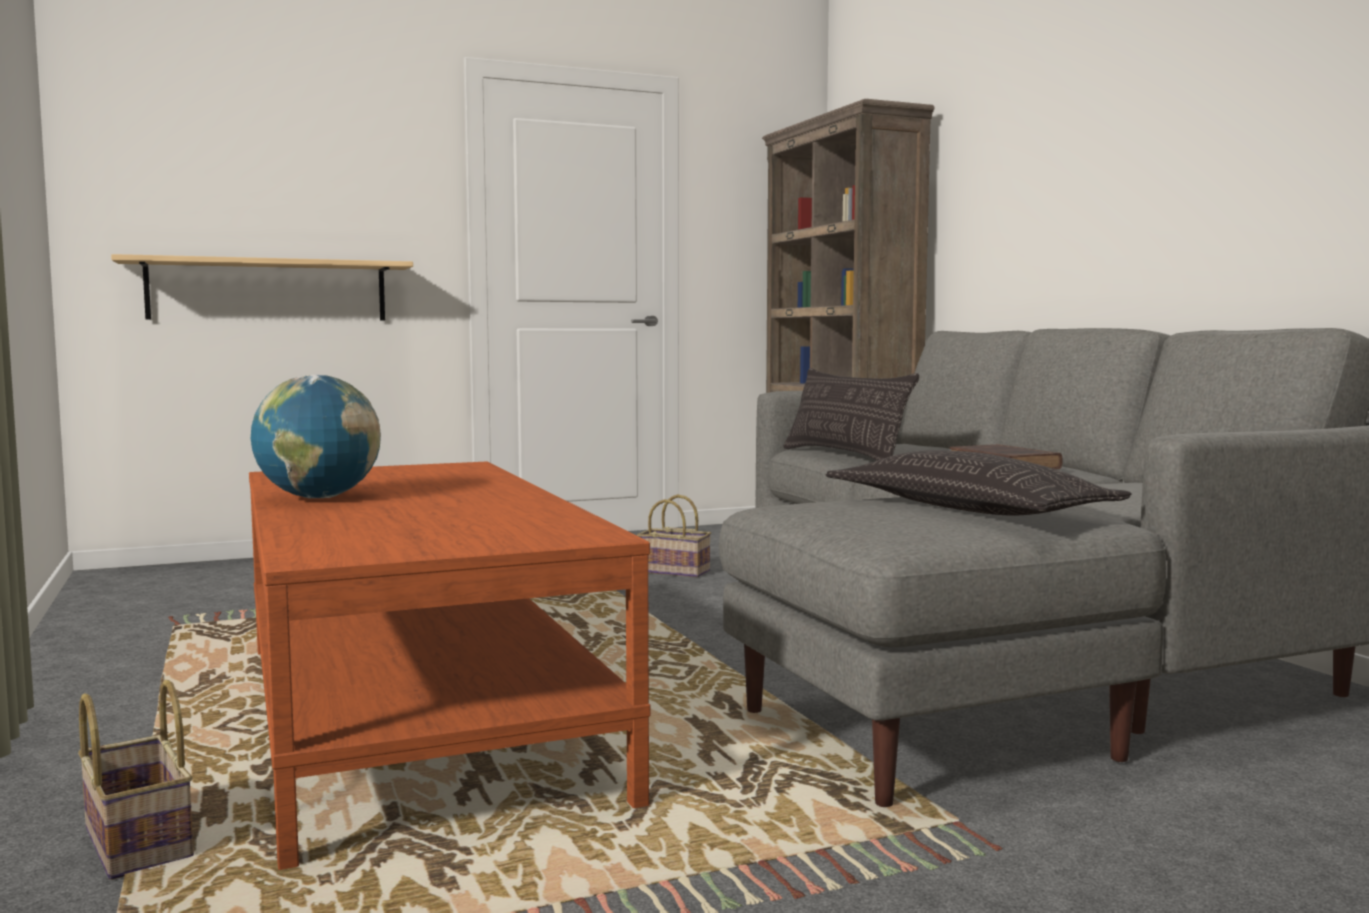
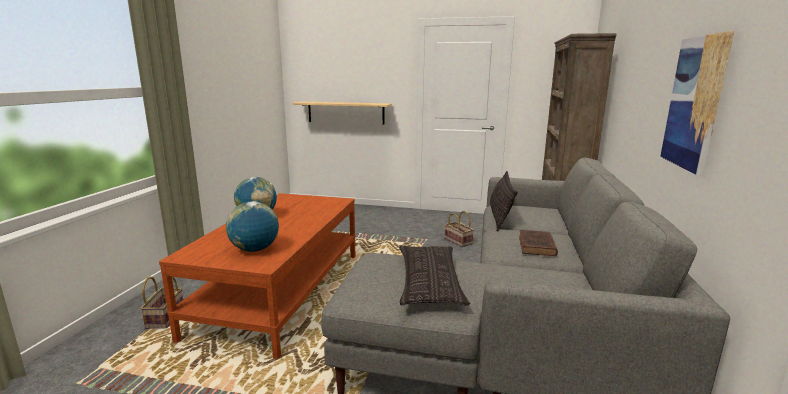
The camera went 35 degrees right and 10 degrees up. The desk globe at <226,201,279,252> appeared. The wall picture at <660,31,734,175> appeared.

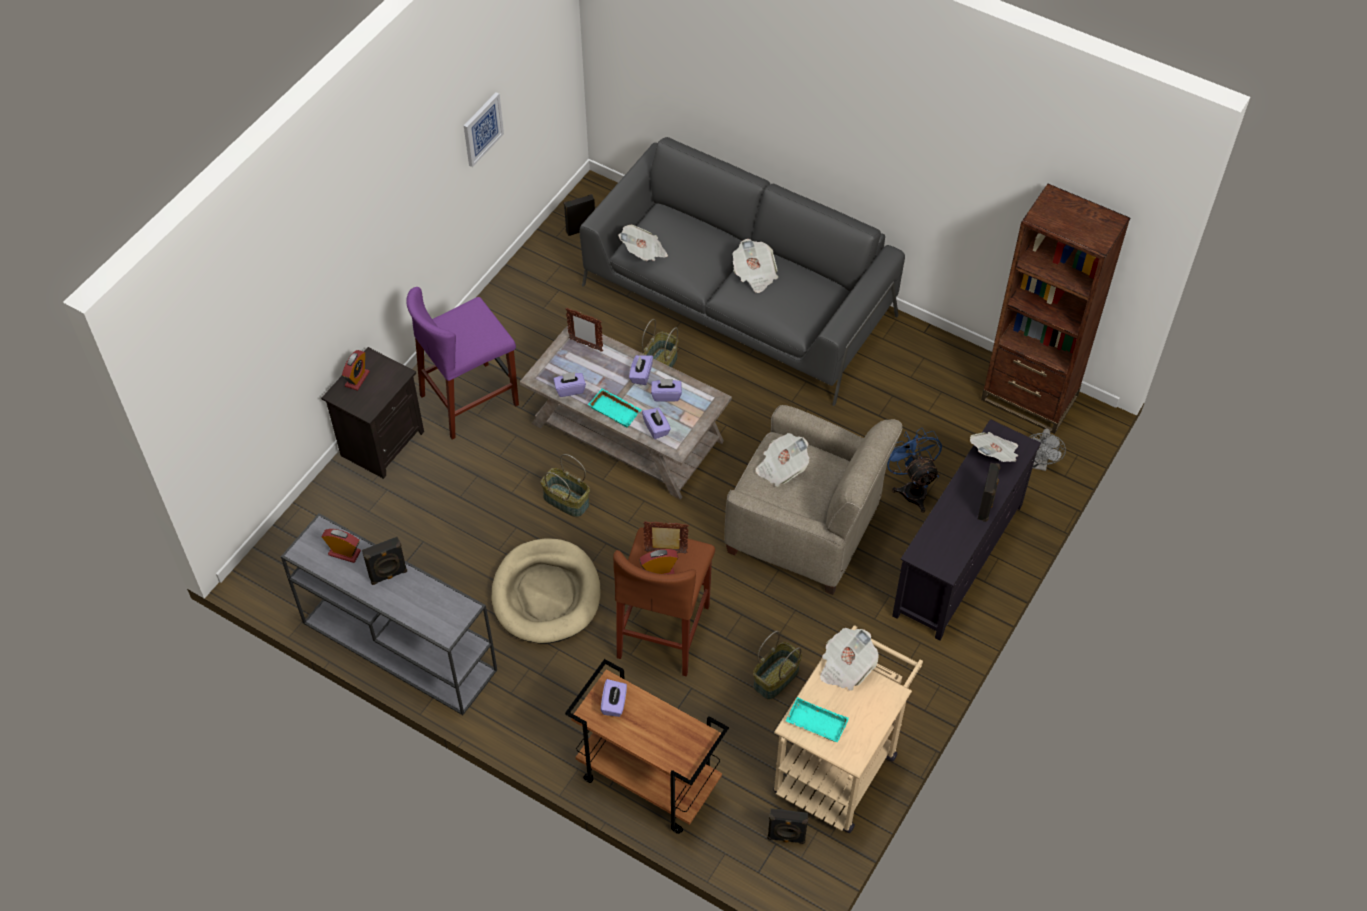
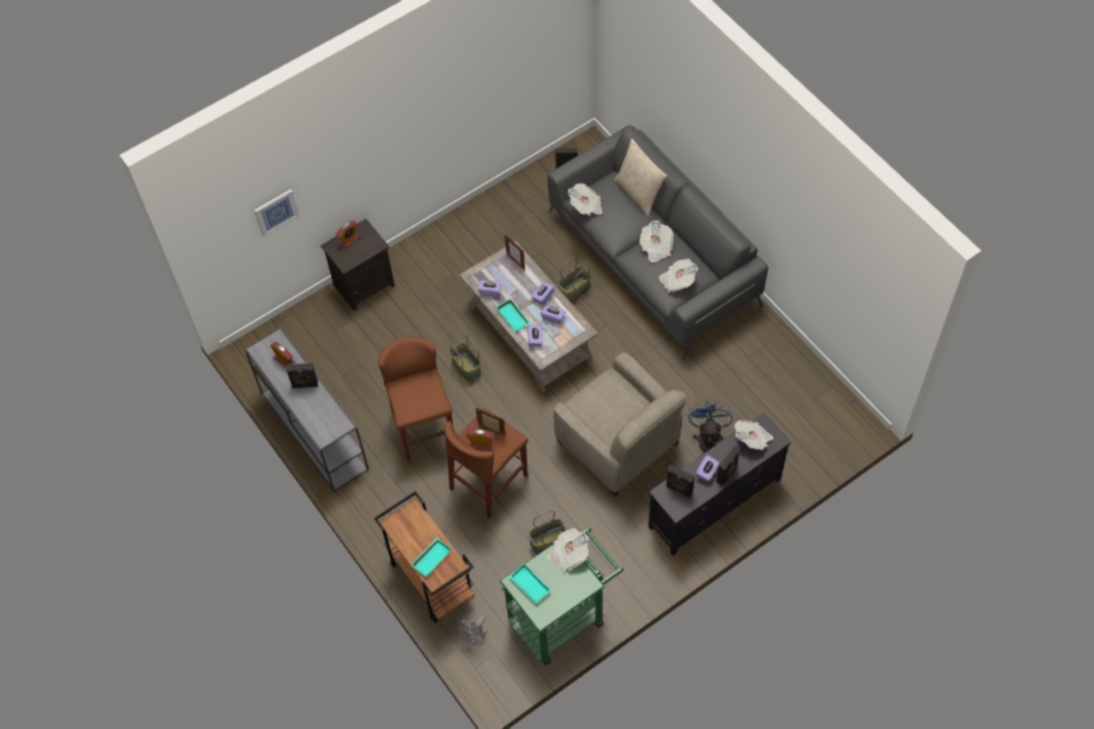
The camera went 25 degrees right and 5 degrees up. The sitting stool (purple) at <406,287,519,440> disappeared. The shelving unit (brownish) at <981,184,1130,434> disappeared. The serving tray (turquoise-coloured) at <411,538,452,577> appeared. The pillow (beige) at <614,139,667,217> appeared. The wall picture moved from <464,92,504,167> to <254,189,299,237>. The tissue holder (purple) moved from <601,679,627,717> to <696,455,719,482>. The daily paper moved from <755,433,810,487> to <659,259,698,292>. The audio speaker (black-coloured) moved from <767,808,808,844> to <666,464,695,498>. The electric fan (gray) moved from <1029,428,1066,471> to <457,615,487,646>. The dog bed (beige) at <491,538,601,644> was replaced by the sitting stool (brownish) at <378,337,453,461>. The cart (beige) at <773,625,923,833> became the cart (green) at <500,527,624,665>.

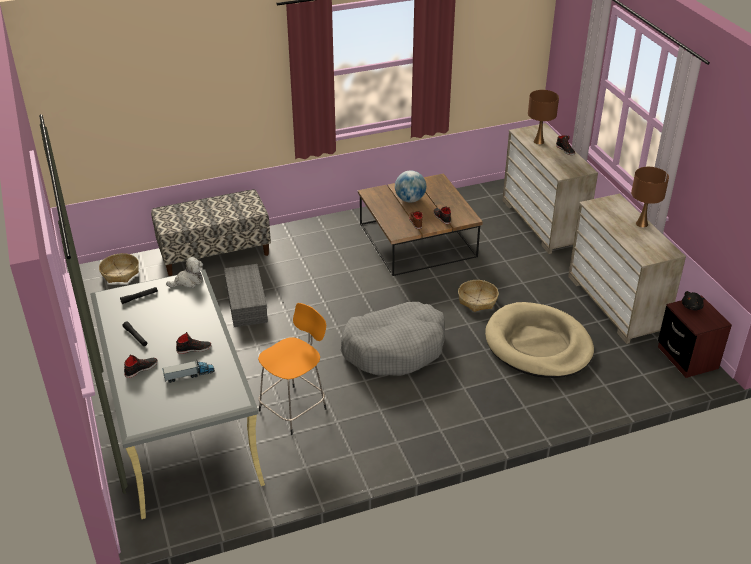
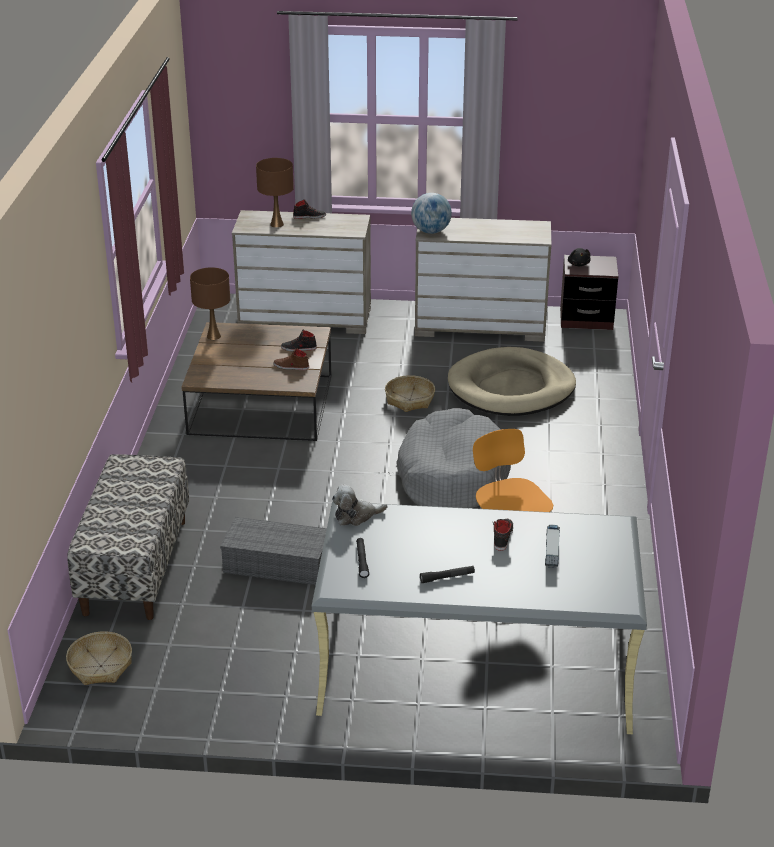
The camera went 65 degrees left and 5 degrees down. The shoe (black-coloured) at <124,354,158,378> disappeared. The desk globe moved from <395,171,426,202> to <411,193,452,234>. The tabletop lamp (brownish) moved from <631,167,669,228> to <190,267,230,340>. The plush toy at <166,257,203,288> turned 105 degrees counterclockwise.

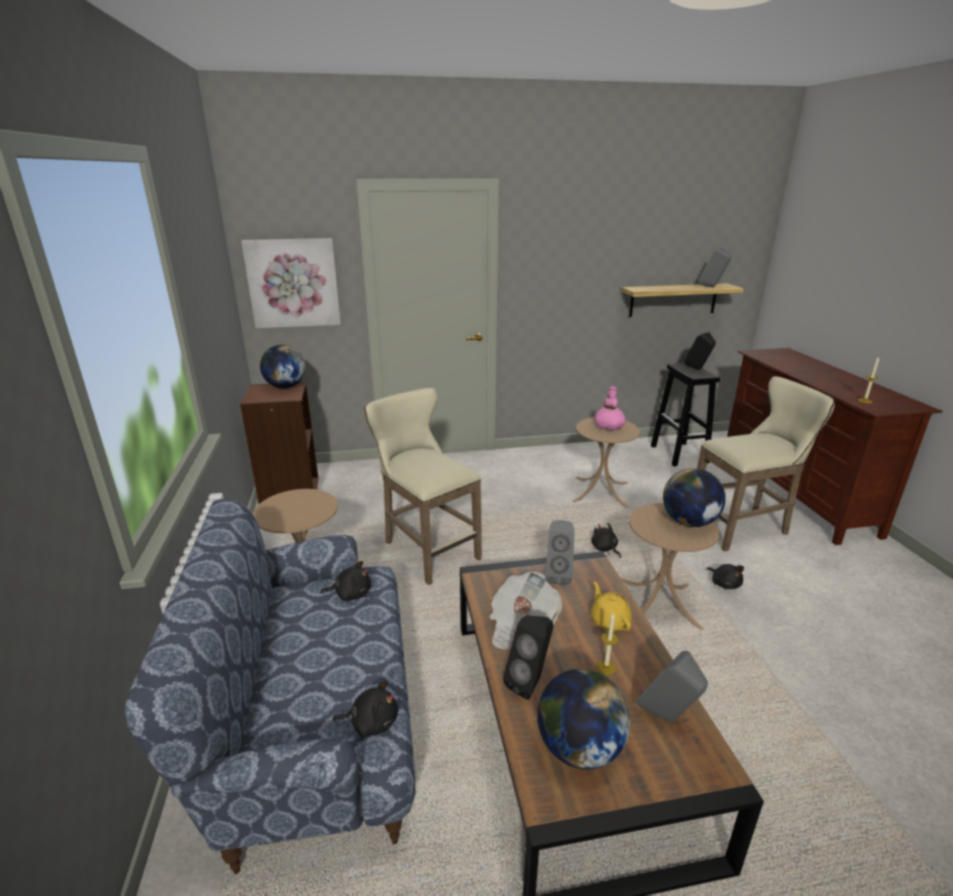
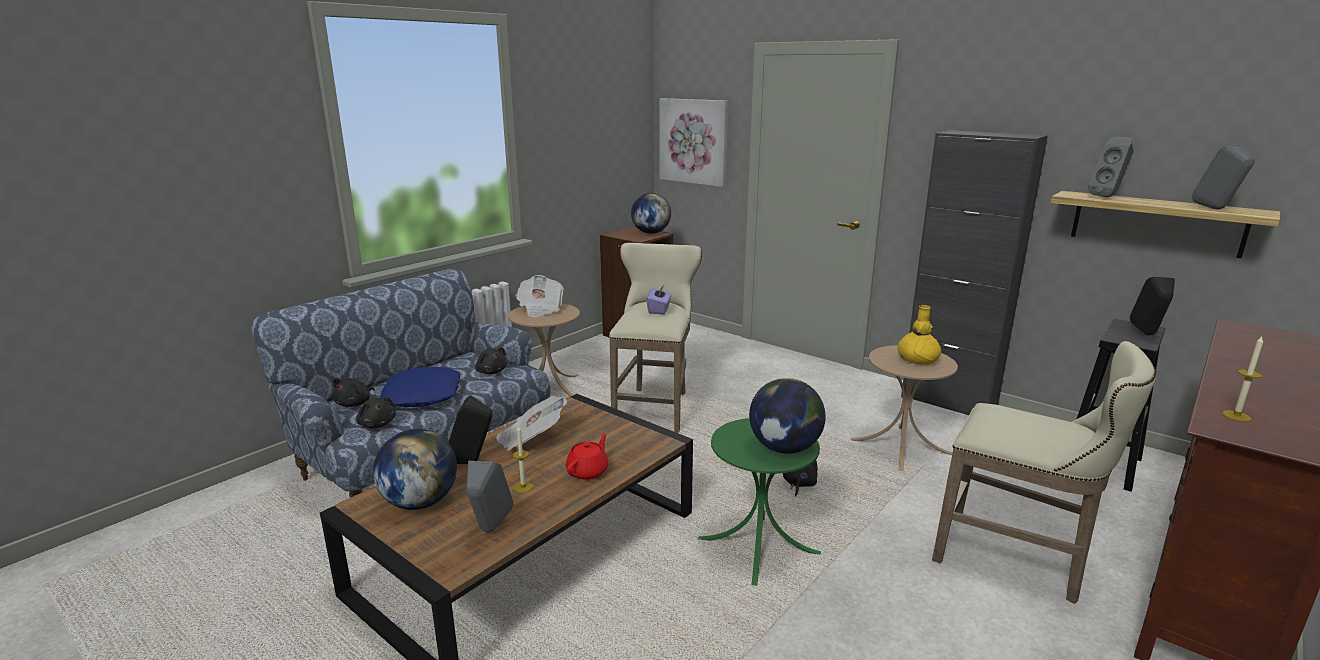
The camera went 50 degrees right and 5 degrees down. The pillow (blue) at <380,367,460,407> appeared. The daily paper at <516,275,564,317> appeared. The tissue holder (purple) at <646,285,672,314> appeared. The cabinet (black-coloured) at <901,130,1048,415> appeared. The audio speaker (gray) moved from <545,520,574,585> to <1088,137,1134,198>. The plush toy (black-coloured) moved from <707,564,744,589> to <333,378,375,407>. The pot for tea (yellow-coloured) at <591,582,632,631> became the pot for tea (reddish) at <566,434,608,480>. The vase (pink-coloured) at <594,386,626,431> became the vase (yellow-coloured) at <898,305,941,365>. The end table (beige) at <621,503,719,630> became the end table (green) at <698,418,821,586>.

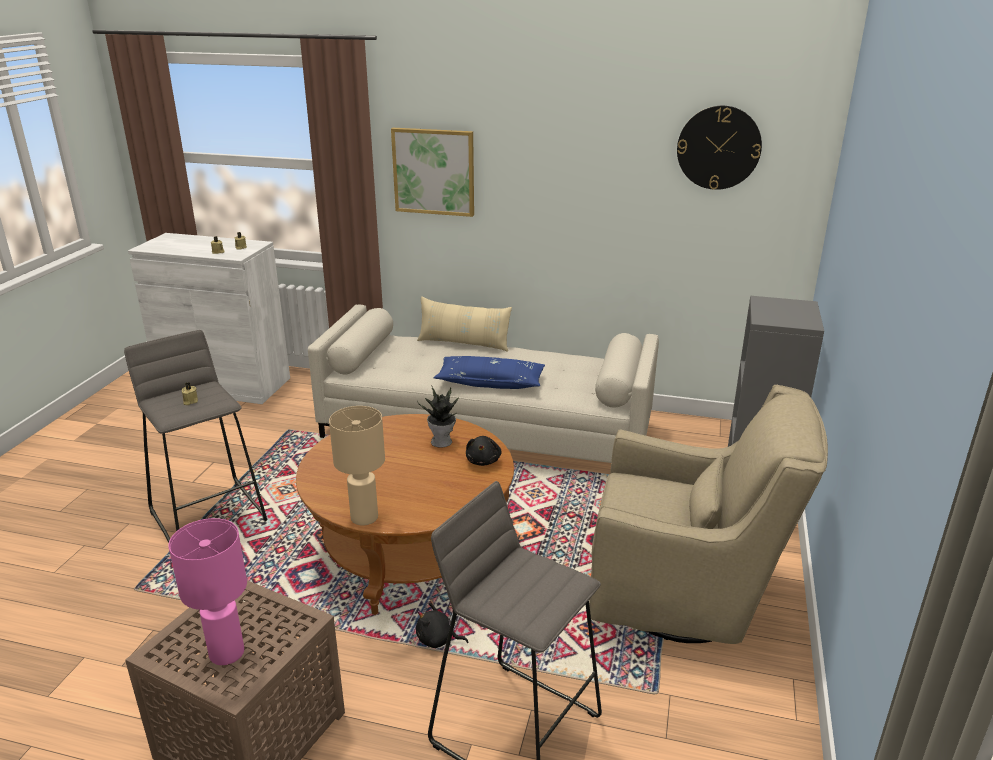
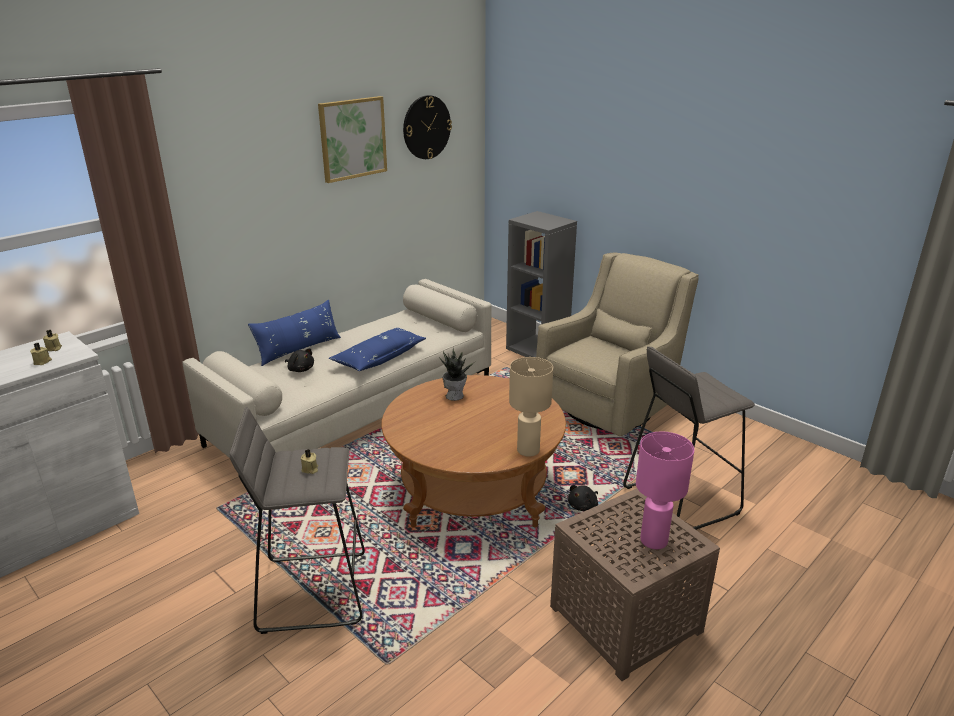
The camera went 60 degrees left and 0 degrees up. The wall picture moved from <391,128,474,217> to <318,96,387,183>. The plush toy (black-coloured) moved from <466,436,502,466> to <285,348,314,372>. The pillow (beige) at <417,296,512,351> became the pillow (blue) at <248,300,341,366>.

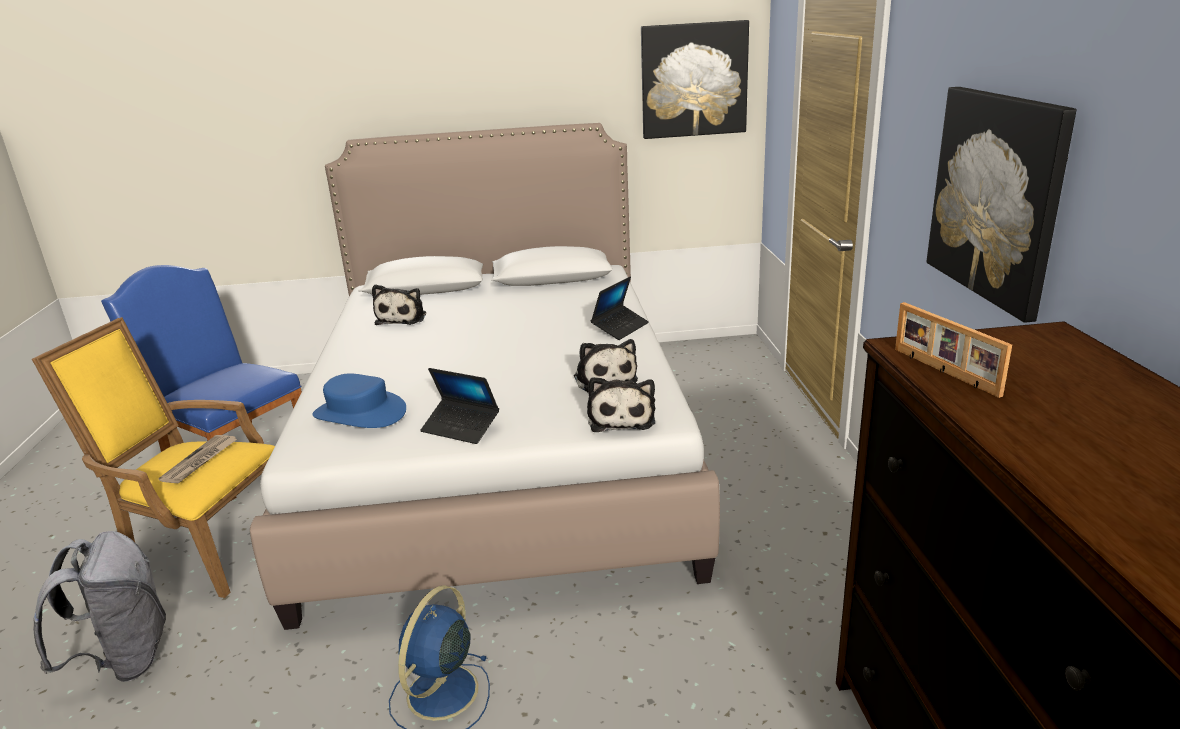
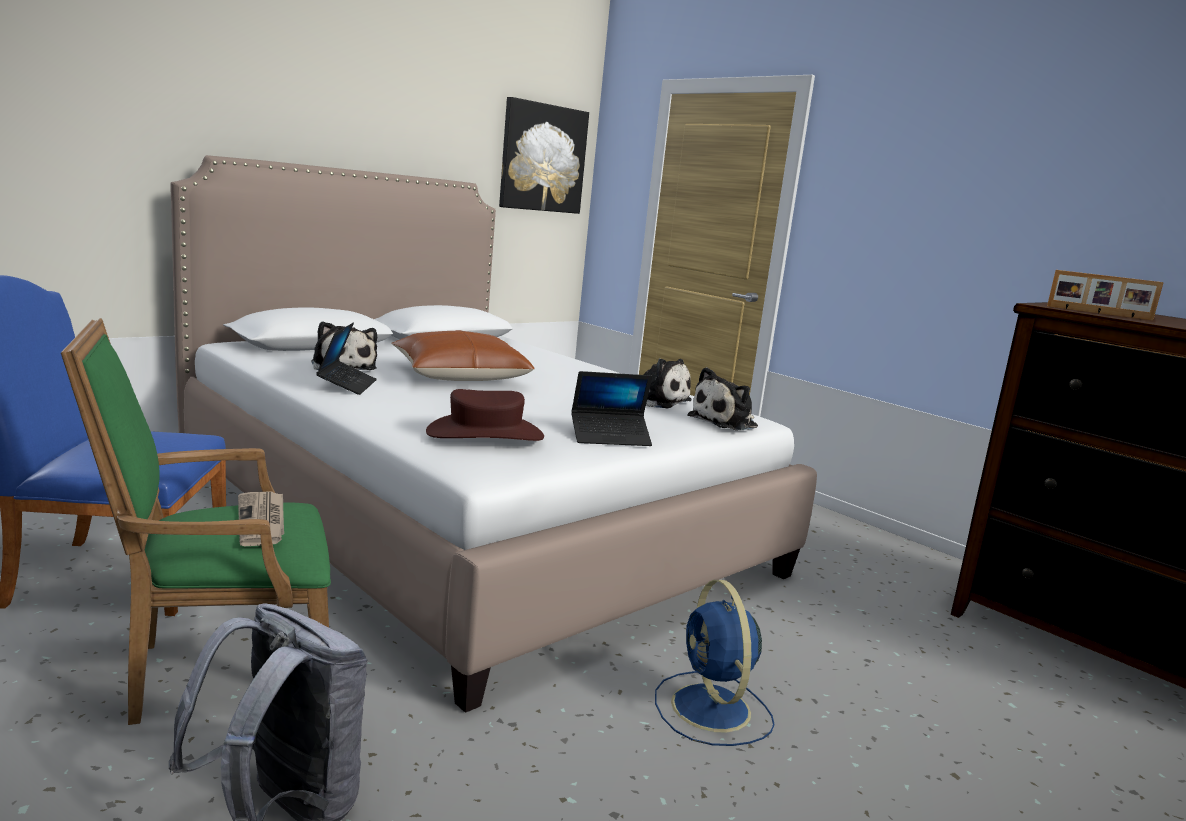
The camera went 40 degrees left and 10 degrees down. The wall picture at <926,87,1077,323> disappeared. The pillow (brownish) at <391,330,535,381> appeared. The portable computer moved from <591,276,649,340> to <316,323,377,395>. The lounge chair (yellow-coloured) at <32,317,275,598> became the lounge chair (green) at <61,318,331,725>. The clothing hat (blue) at <312,374,406,428> became the clothing hat (brownish) at <426,389,544,441>. The plush toy at <587,377,655,432> turned 90 degrees clockwise.

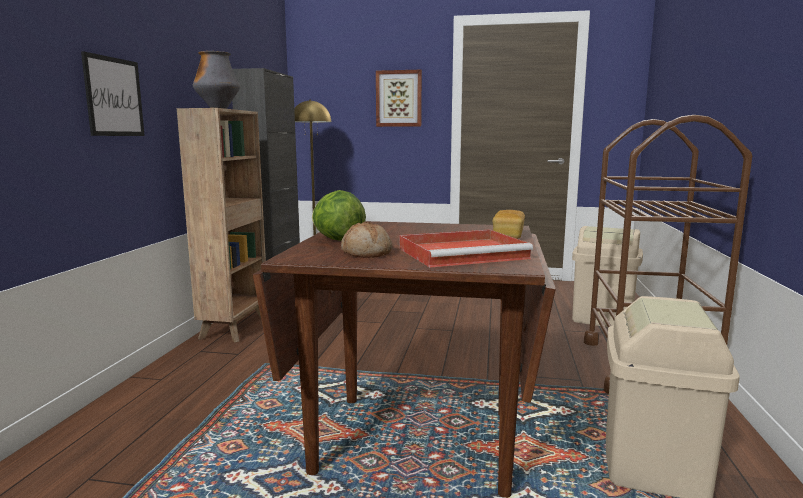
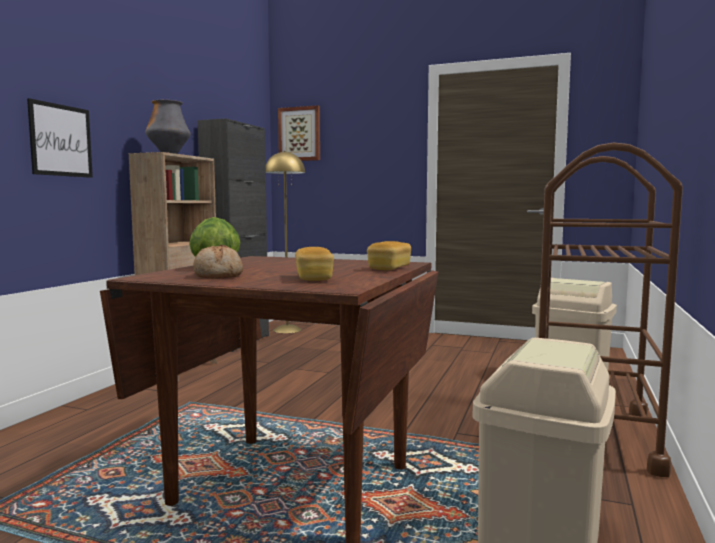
The camera went 10 degrees right and 5 degrees down. The wall picture moved from <376,70,422,127> to <278,105,320,161>. The serving tray (reddish) at <399,230,533,268> was replaced by the bread at <295,247,334,281>.

